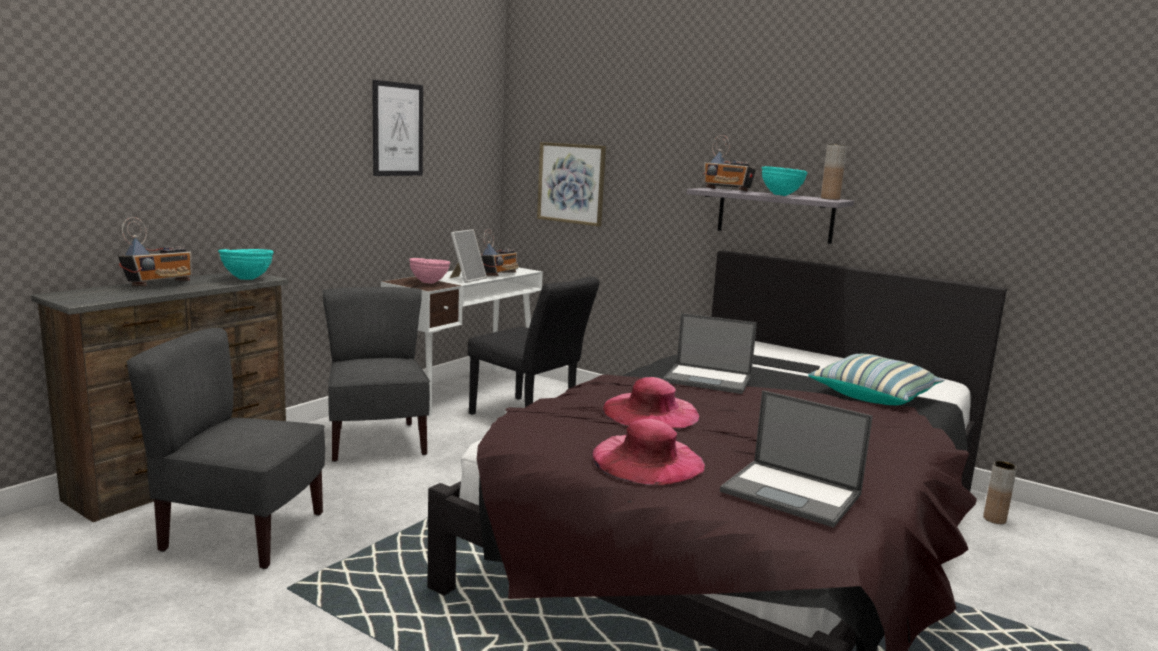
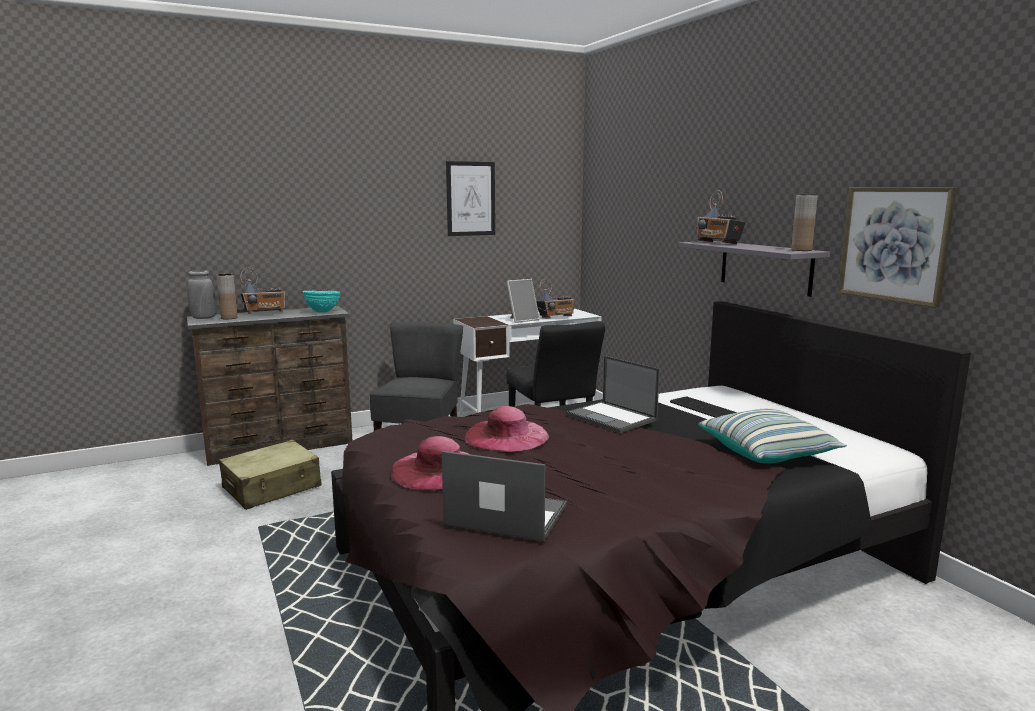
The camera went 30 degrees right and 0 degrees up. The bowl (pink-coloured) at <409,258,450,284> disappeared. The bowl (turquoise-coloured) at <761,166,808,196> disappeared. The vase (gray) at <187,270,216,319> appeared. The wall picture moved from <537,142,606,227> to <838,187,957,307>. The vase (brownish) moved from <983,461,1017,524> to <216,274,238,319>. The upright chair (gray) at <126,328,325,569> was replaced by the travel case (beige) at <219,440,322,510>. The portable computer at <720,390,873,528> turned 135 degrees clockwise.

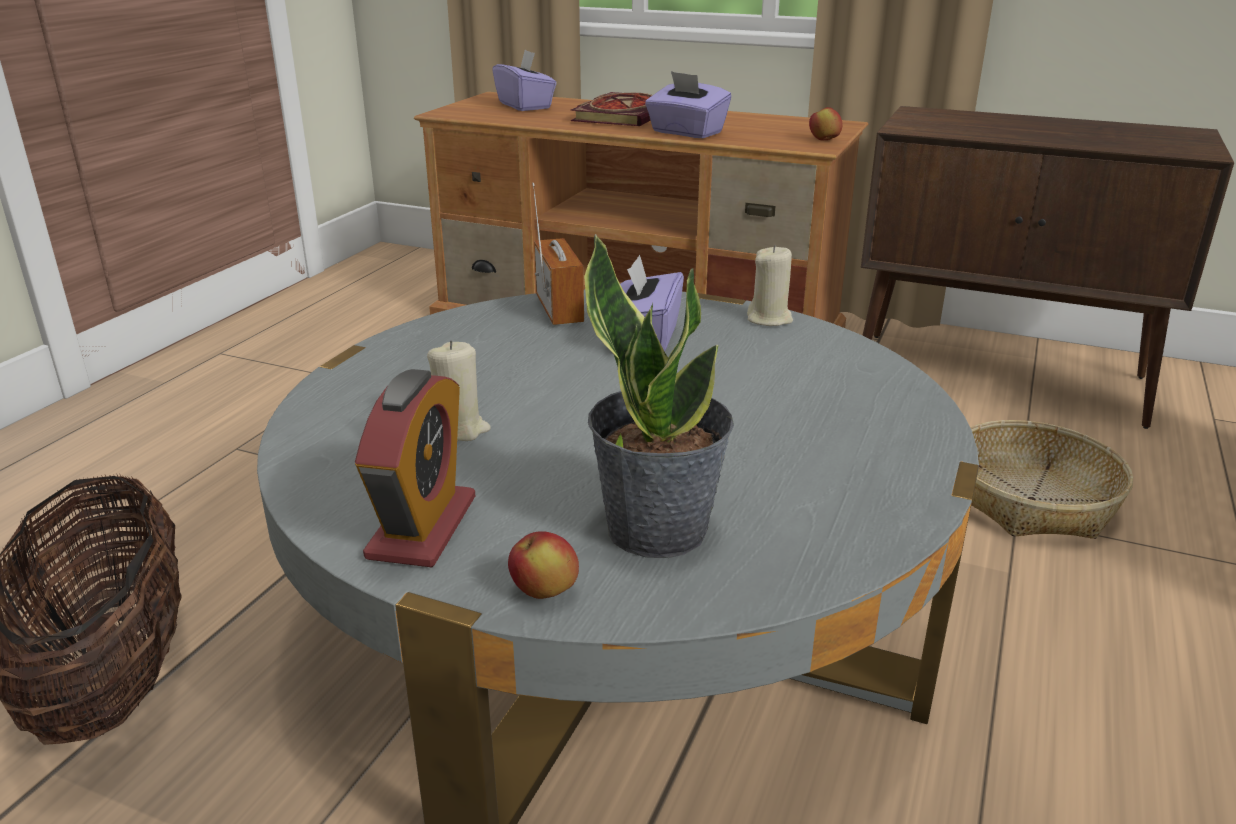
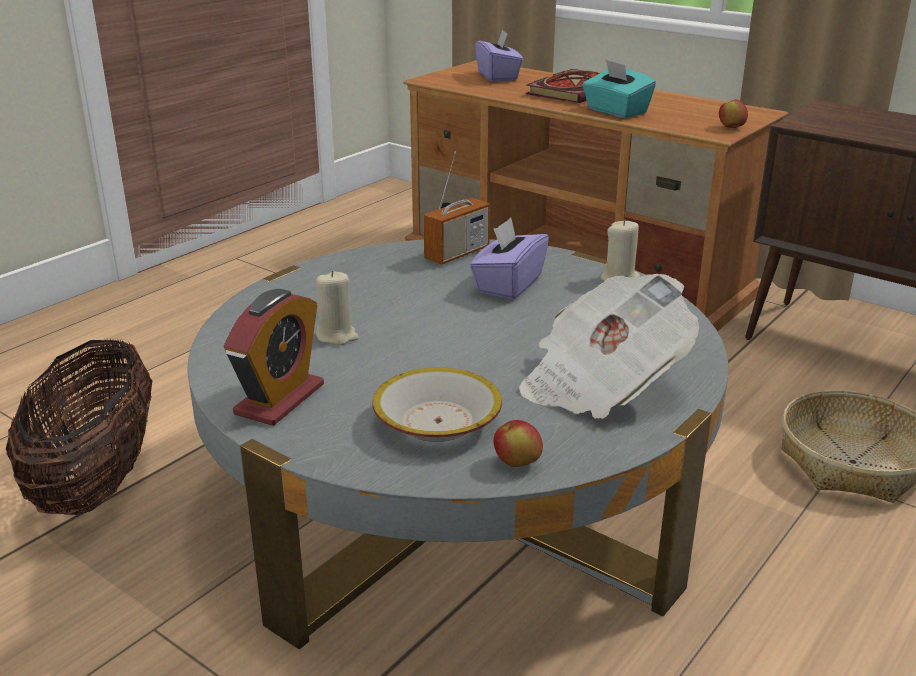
The camera went 15 degrees right and 0 degrees up. The daily paper at <519,274,699,419> appeared. The apple moved from <508,531,579,599> to <493,420,543,467>. The potted plant at <584,234,734,558> was replaced by the bowl at <373,367,502,442>. The tissue holder (purple) at <645,71,732,138> became the tissue holder (turquoise-coloured) at <582,60,656,118>. The radio receiver at <532,183,584,325> turned 45 degrees clockwise.

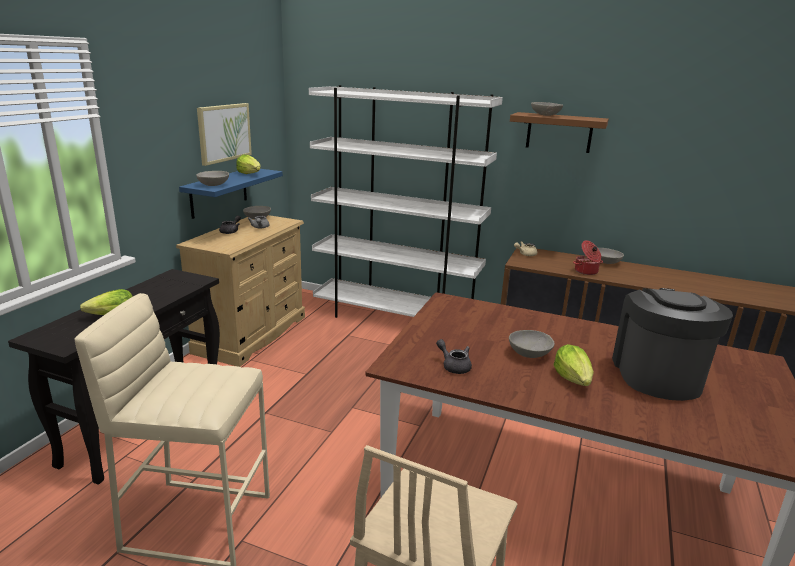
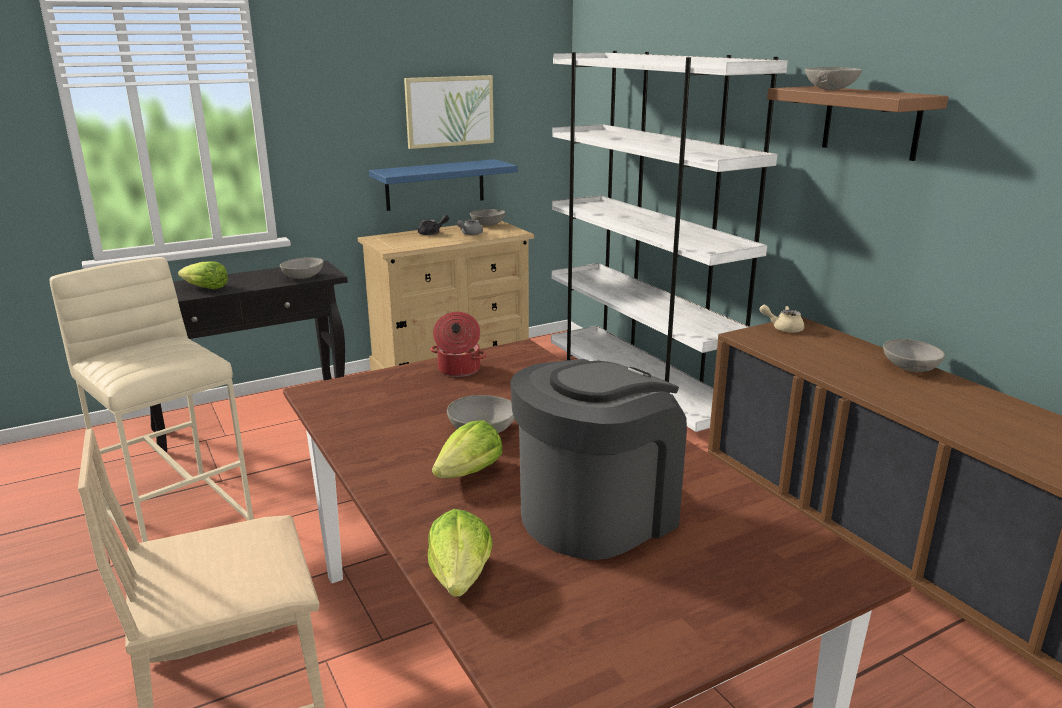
The camera went 40 degrees right and 0 degrees up. The pot for tea (gray) at <436,339,472,374> disappeared. The bowl (gray) moved from <196,171,229,186> to <280,257,323,279>. The head of lettuce moved from <236,155,261,174> to <428,509,492,597>. The saucepot moved from <573,240,603,275> to <431,312,487,377>.

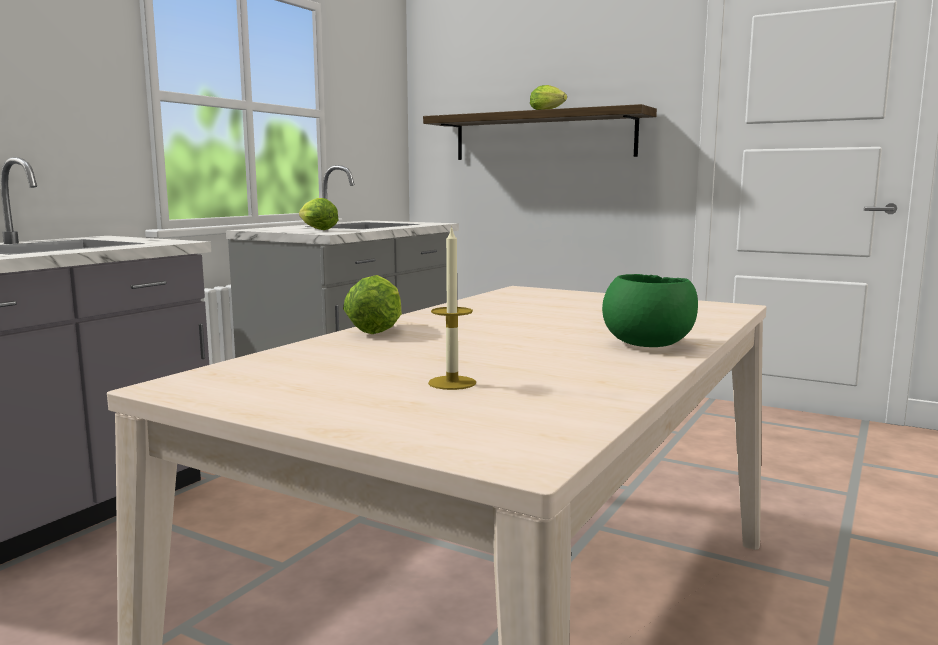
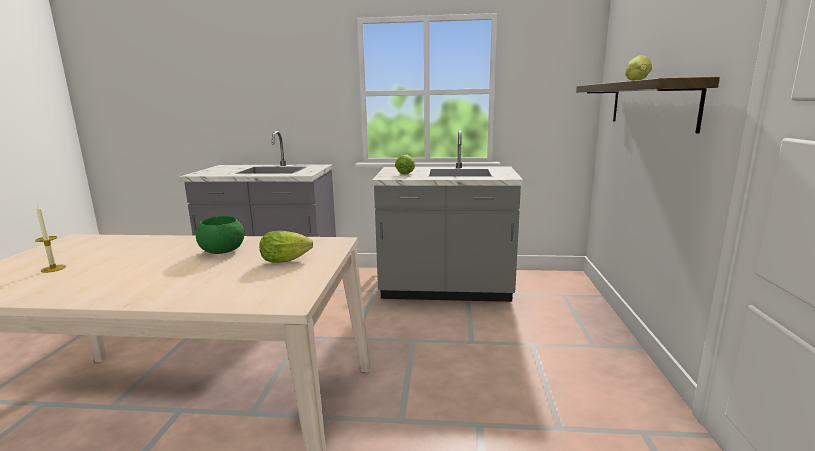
The camera went 65 degrees right and 5 degrees up. The head of lettuce moved from <343,275,402,334> to <259,231,313,263>. The bowl (green) moved from <602,274,698,347> to <196,216,245,254>.

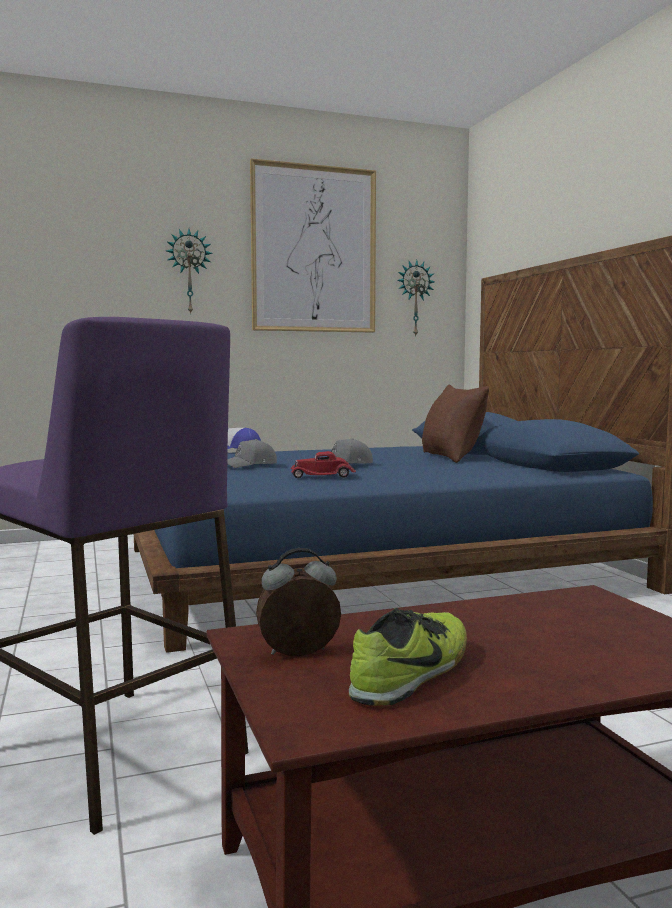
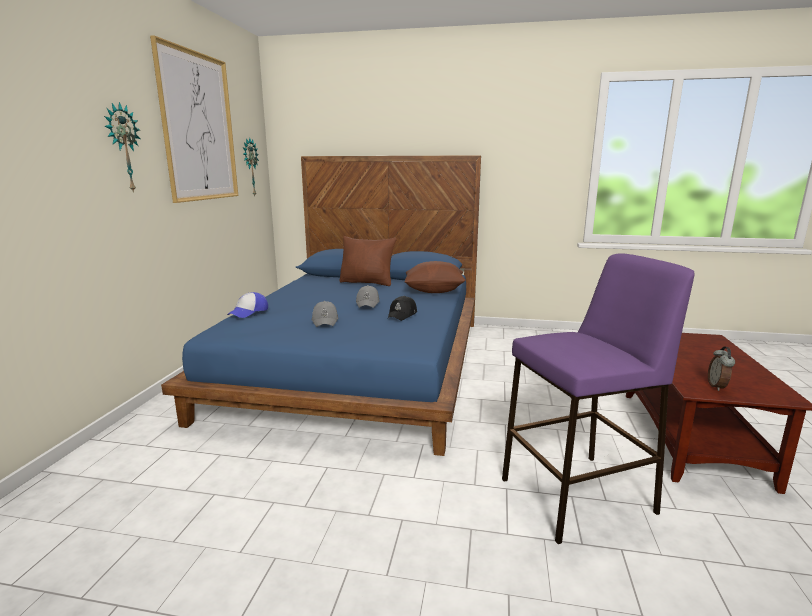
The camera went 60 degrees left and 10 degrees up. The shoe at <349,608,467,706> disappeared. The pillow (brownish) at <404,261,466,293> appeared. The toy car (reddish) at <291,451,356,478> was replaced by the cap (black-coloured) at <388,296,417,321>.

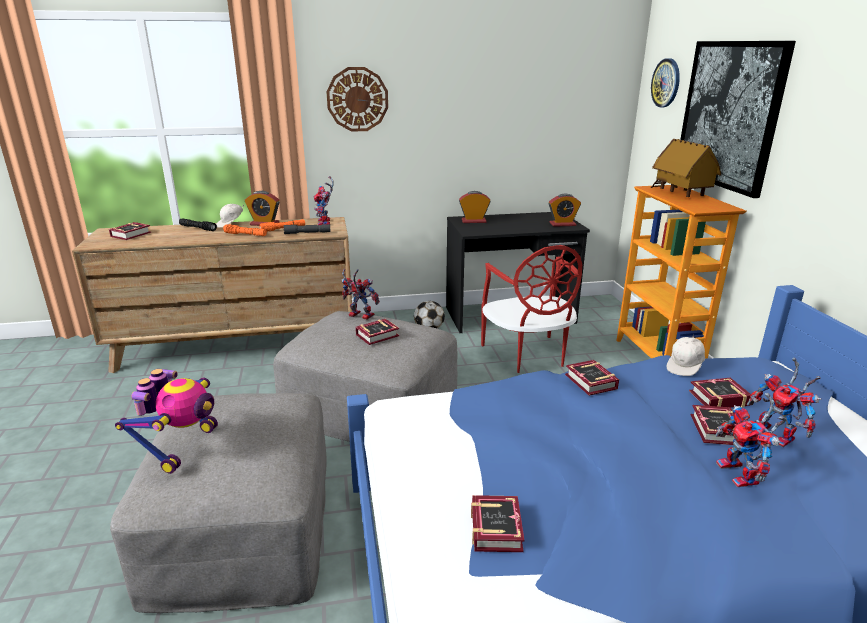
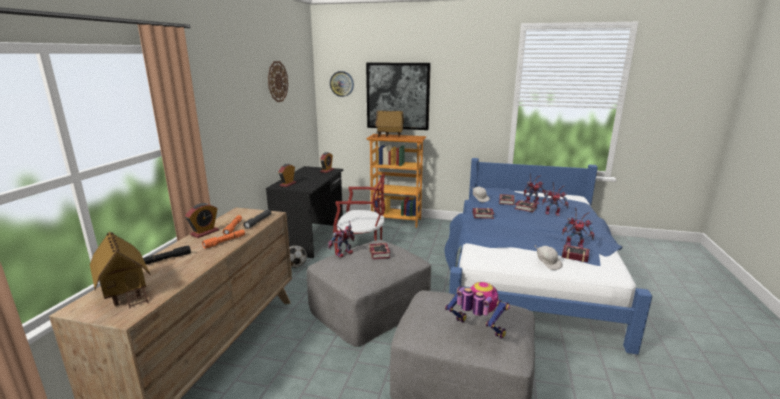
The camera went 65 degrees left and 5 degrees down. The cap (white) moved from <216,204,244,228> to <535,245,563,270>. The toy robot moved from <314,176,334,225> to <562,207,594,248>. The wall clock moved from <326,67,388,132> to <268,61,288,102>. The book at <109,222,152,240> was replaced by the toy house at <90,232,151,309>.

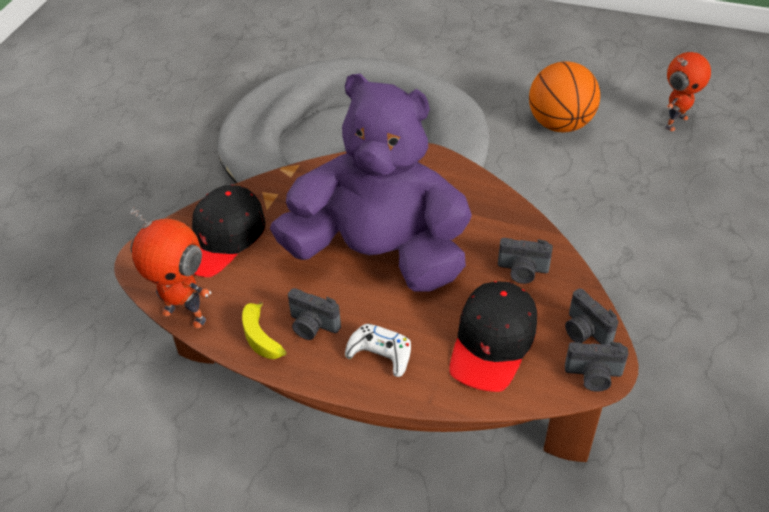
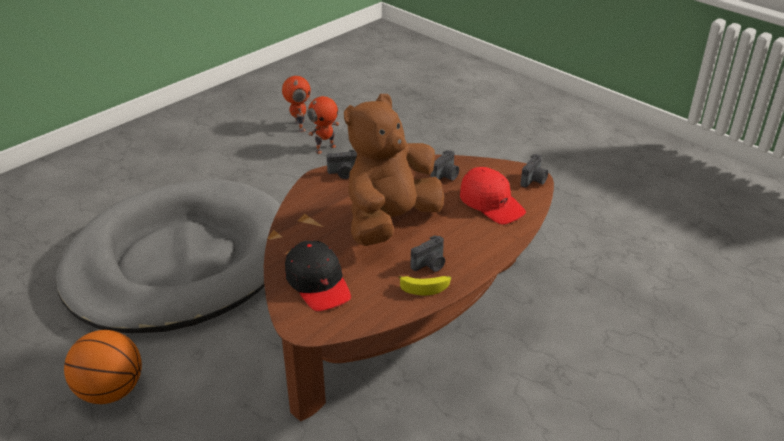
The camera went 65 degrees left and 10 degrees down. The gamepad (white) at <345,323,411,377> disappeared. The toy robot moved from <130,206,211,328> to <307,96,340,154>. The basketball moved from <529,61,600,132> to <64,330,142,404>. The photo camera moved from <565,289,618,345> to <327,150,357,179>. The plush toy (purple) at <270,74,472,292> became the plush toy (brownish) at <344,94,444,246>. The cap (black-coloured) at <449,281,537,392> became the cap (reddish) at <460,167,526,225>.

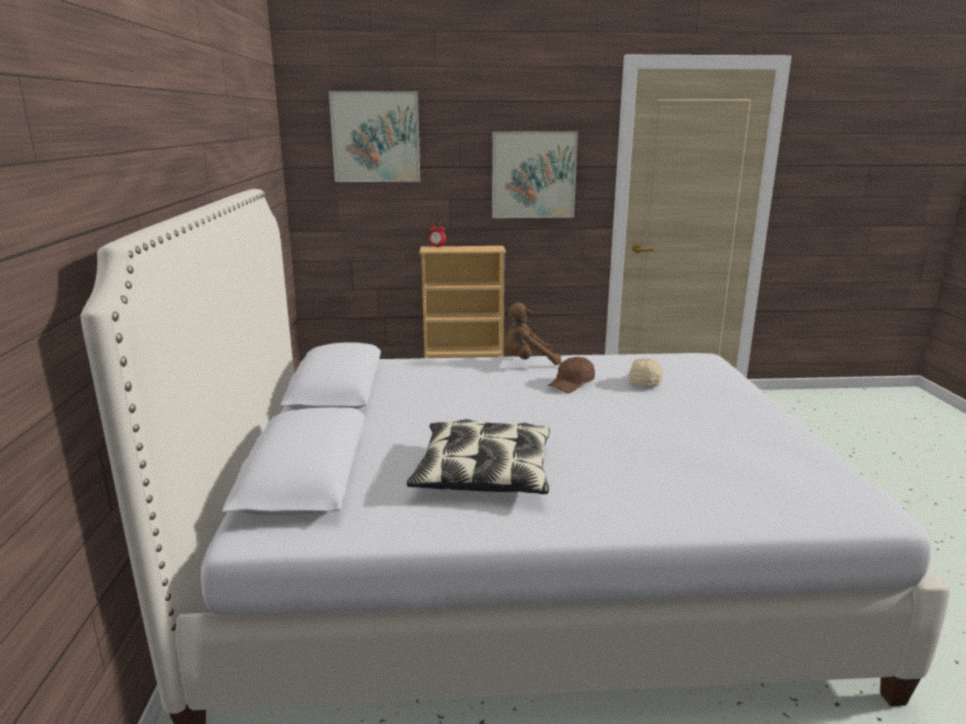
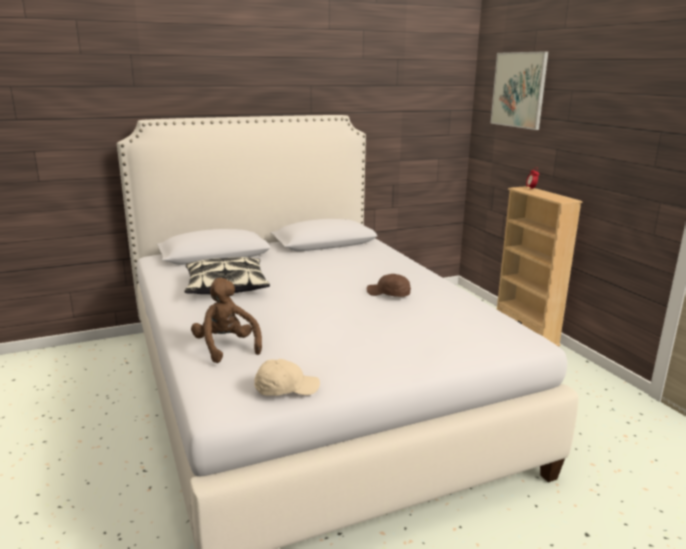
The camera went 70 degrees right and 0 degrees up. The wall picture at <492,132,578,218> disappeared. The plush toy (brownish) moved from <504,302,561,365> to <191,278,262,363>. The cap (beige) moved from <629,357,663,387> to <254,359,320,396>.

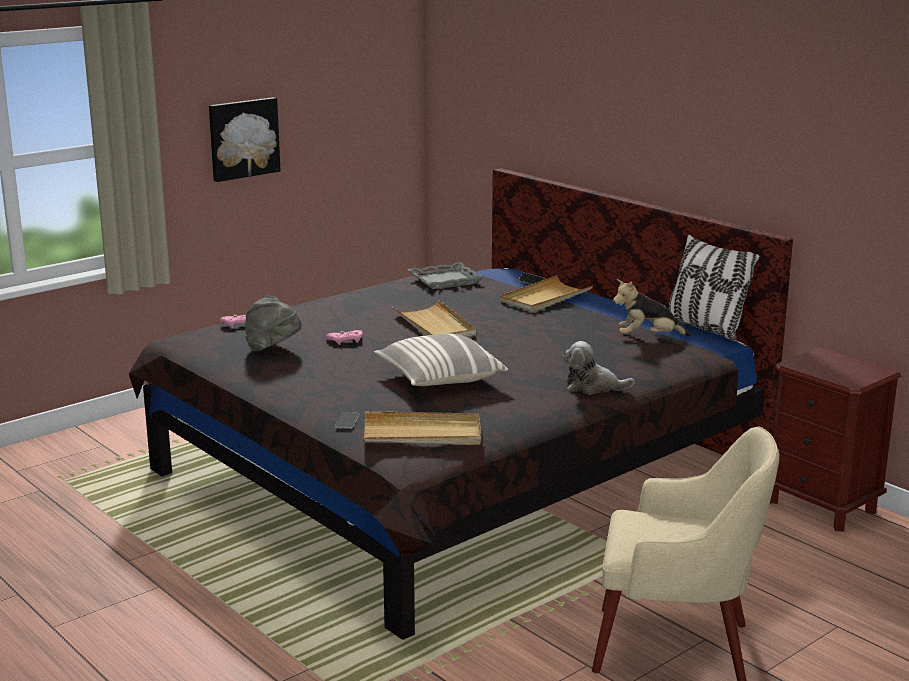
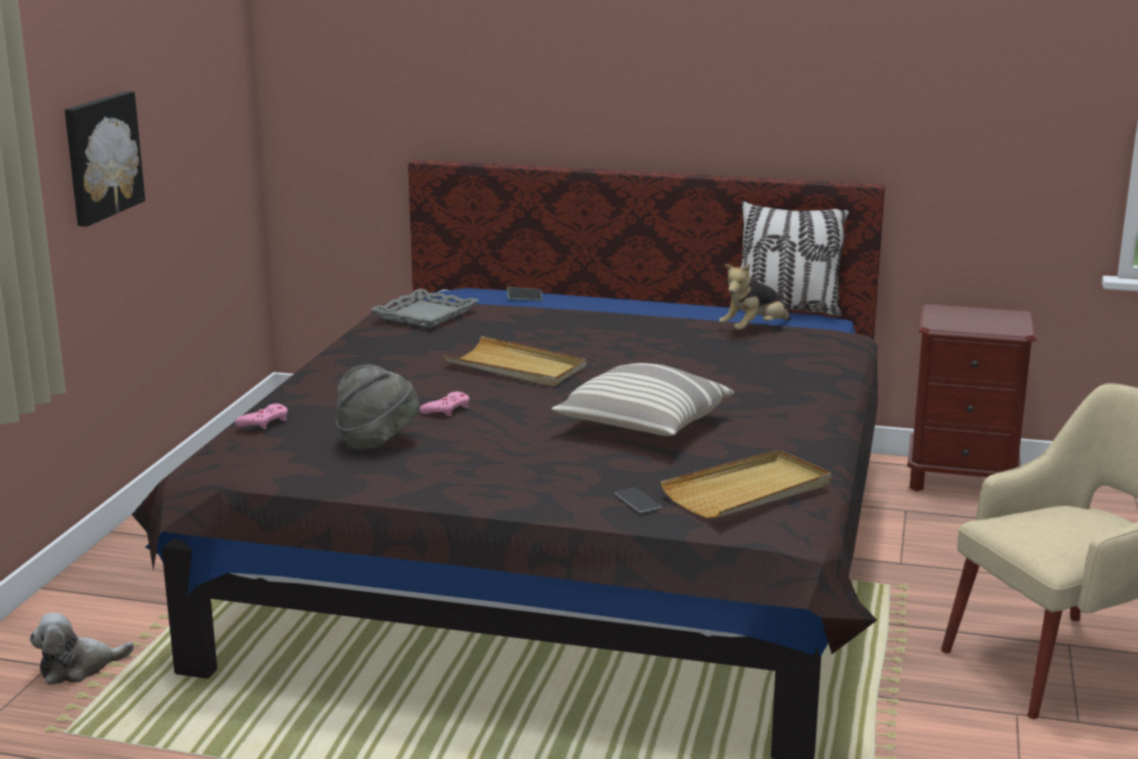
The camera went 35 degrees left and 0 degrees up. The serving tray (beige) at <500,275,593,312> disappeared. The plush toy moved from <563,341,635,395> to <30,613,134,685>.

